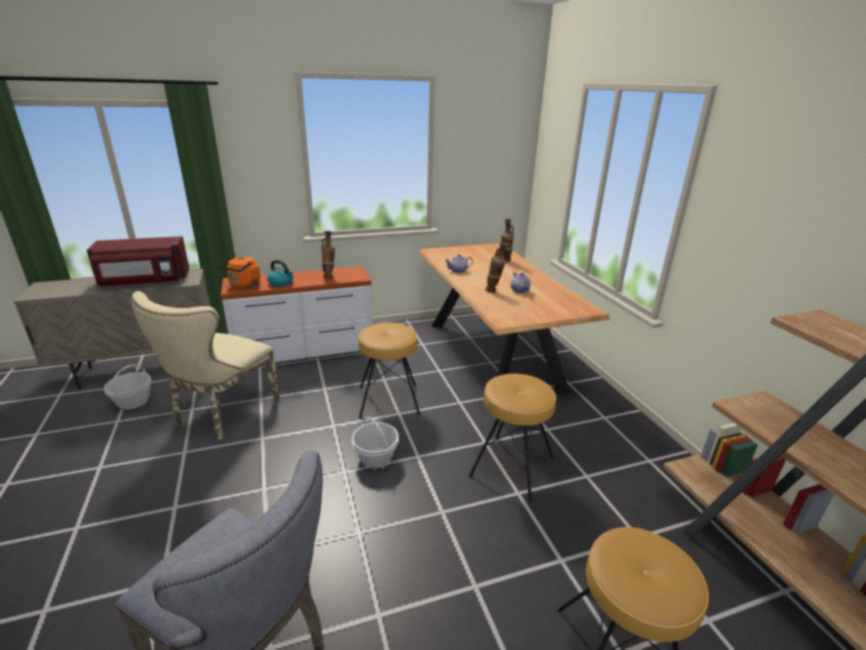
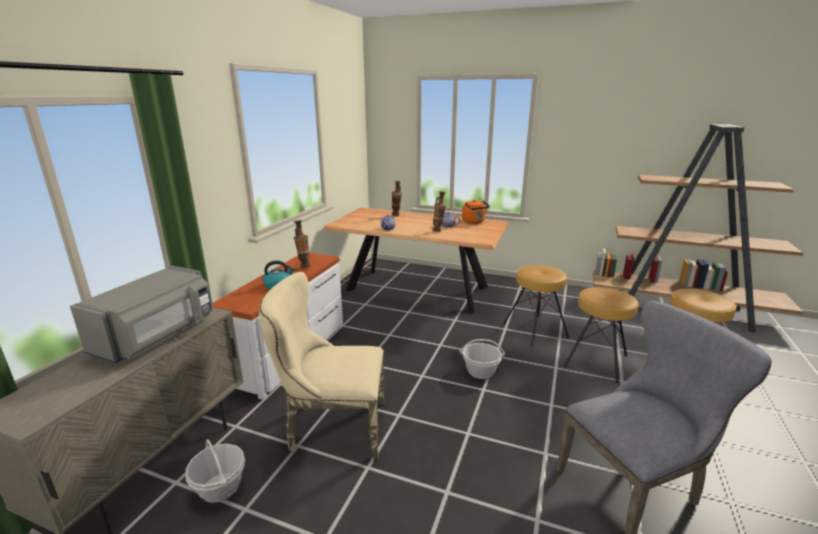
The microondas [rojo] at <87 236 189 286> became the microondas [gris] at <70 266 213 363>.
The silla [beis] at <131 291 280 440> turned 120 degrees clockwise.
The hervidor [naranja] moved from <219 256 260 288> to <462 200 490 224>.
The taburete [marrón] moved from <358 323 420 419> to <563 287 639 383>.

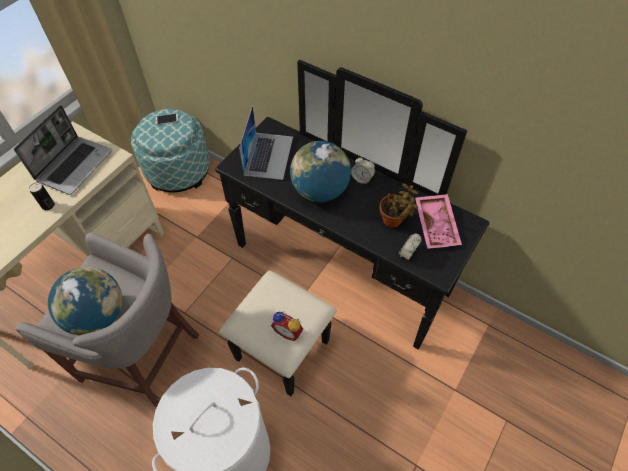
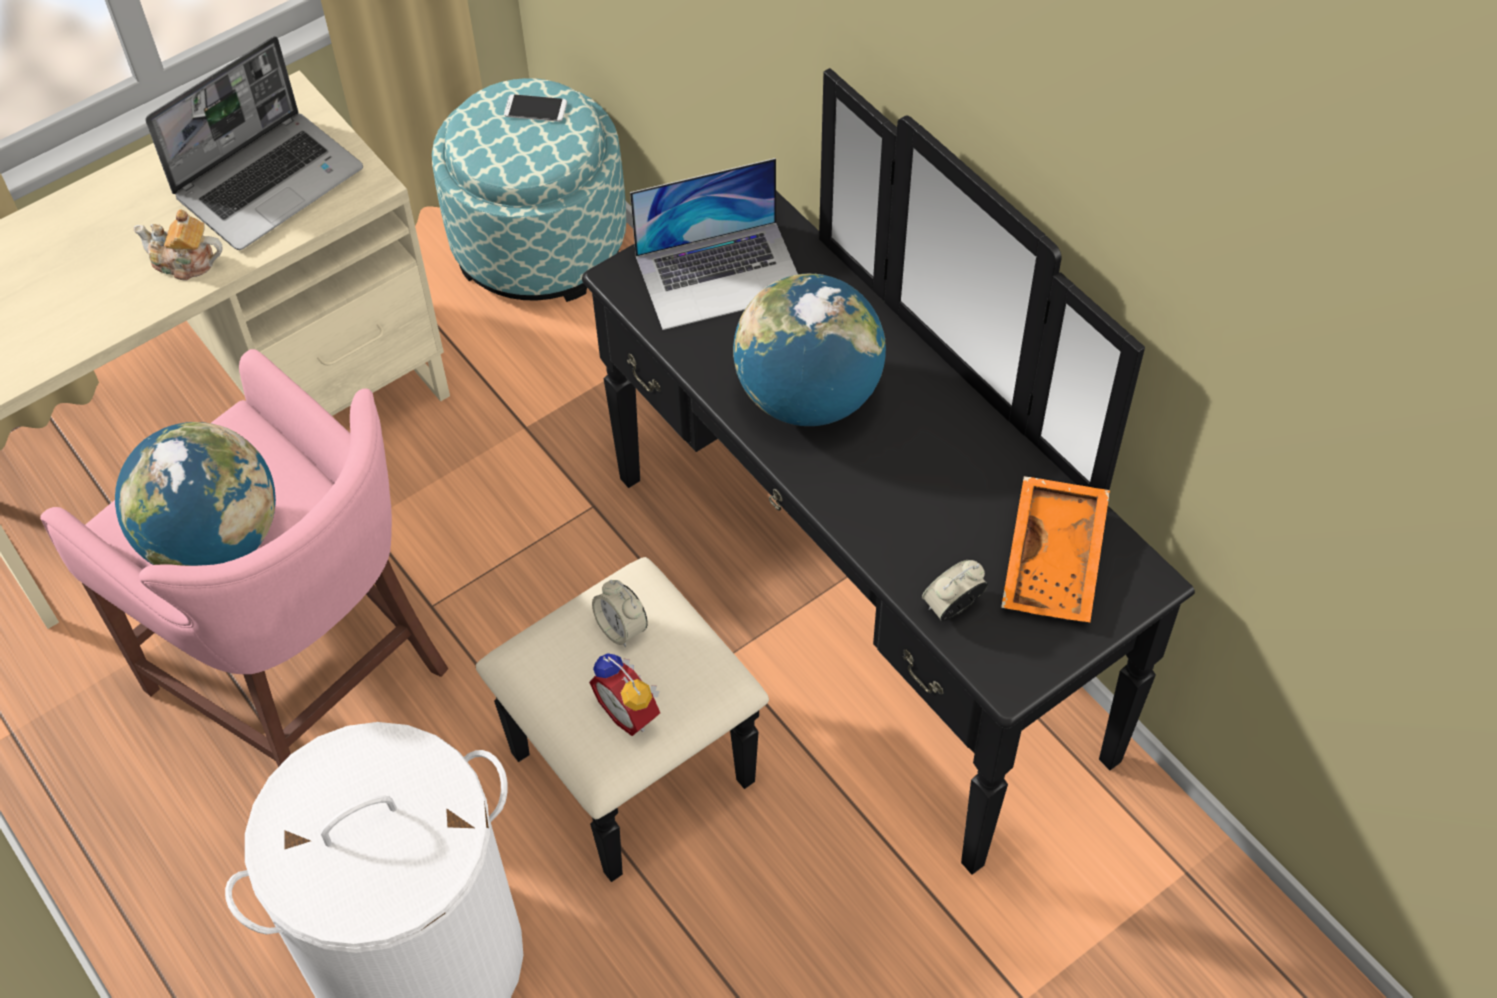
The taburete [gris] at <16 232 199 408> became the taburete [rosa] at <40 349 448 767>.
The lata at <29 182 55 210> was replaced by the tetera at <133 209 223 281>.
The portátil at <239 106 293 180> turned 45 degrees clockwise.
The despertador moved from <351 156 375 184> to <592 580 648 647>.
The planta en maceta at <380 183 418 228> disappeared.
The bandeja [rosa] at <415 194 462 249> became the bandeja [naranja] at <1001 476 1110 622>.

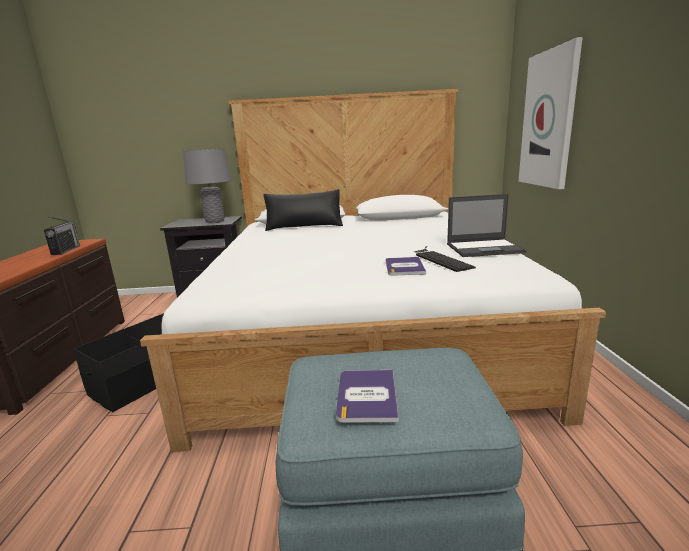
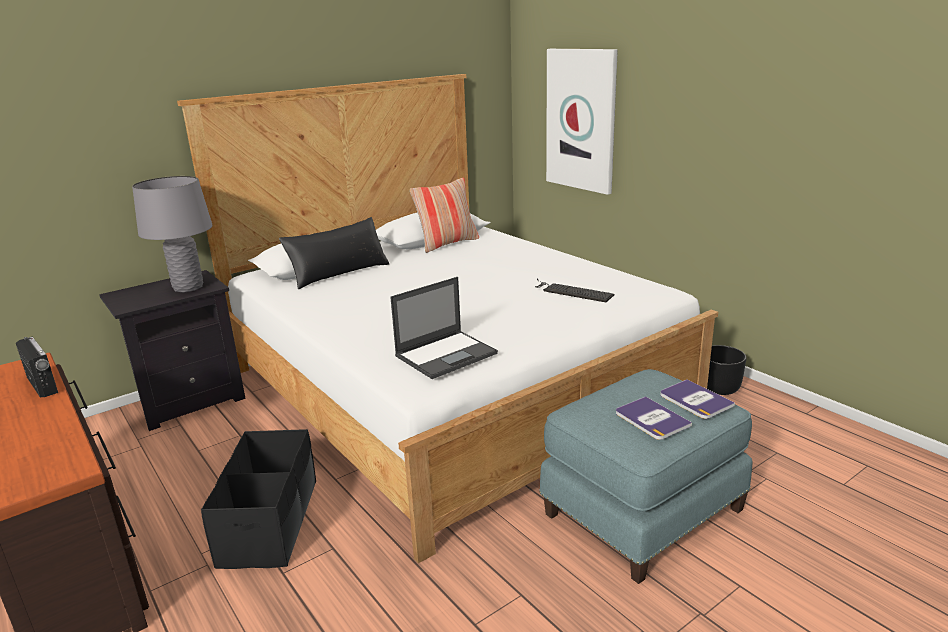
The libro moved from <386 257 426 276> to <660 379 735 419>.
The portátil moved from <447 194 527 257> to <390 277 498 379>.
The cojín at <410 178 479 253> appeared.
The maceta [negro] at <707 345 747 395> appeared.

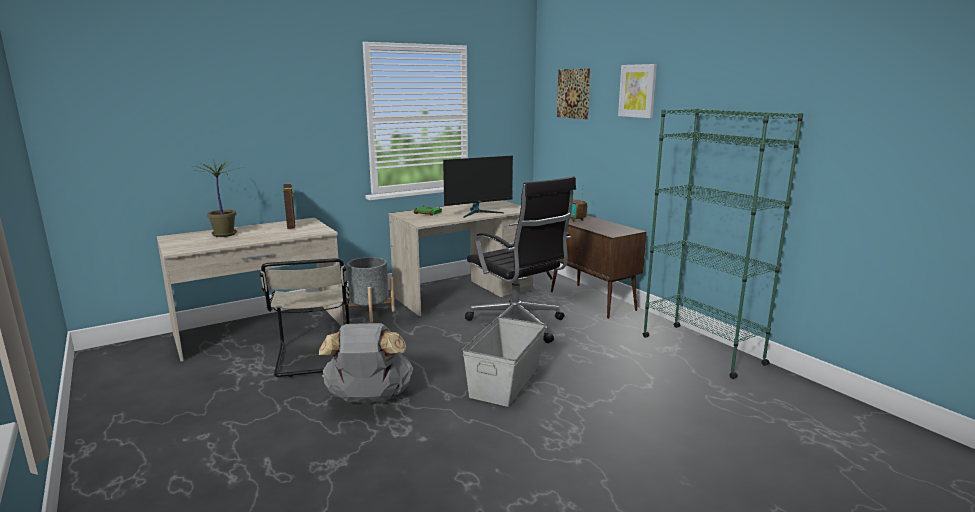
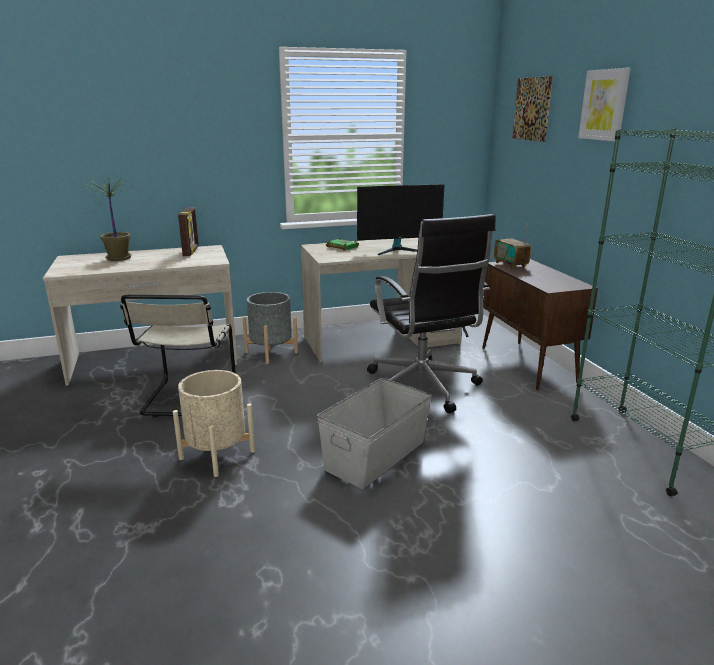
The mochila [gris] at <319 323 413 403> was replaced by the maceta [beis] at <173 370 255 477>.

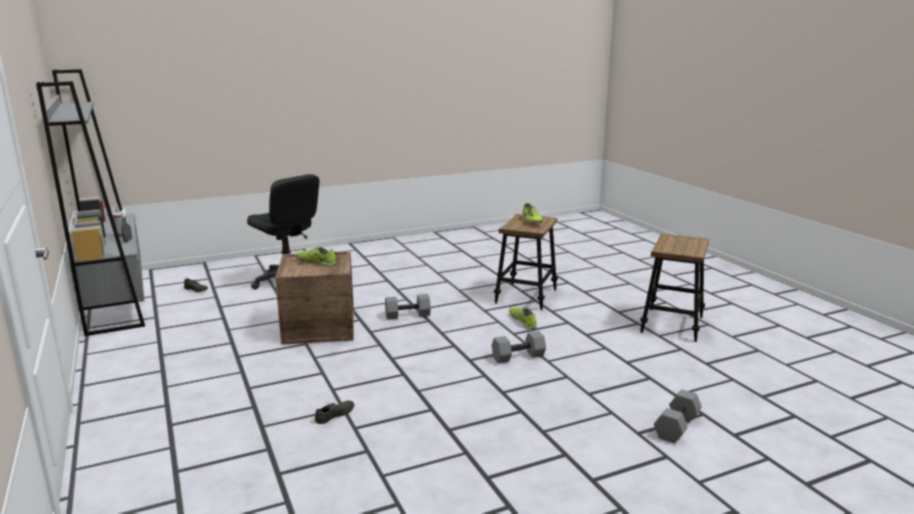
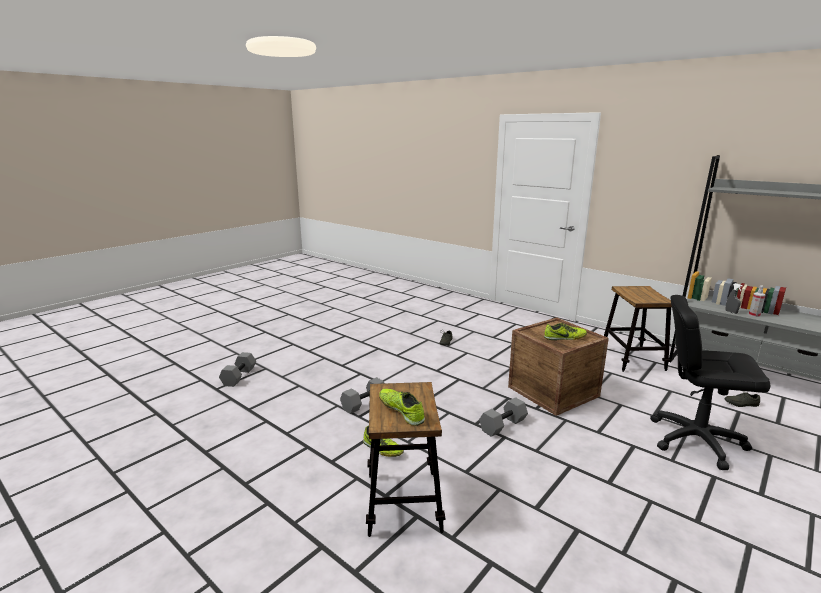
The taburete moved from <640 234 709 342> to <604 286 672 372>.

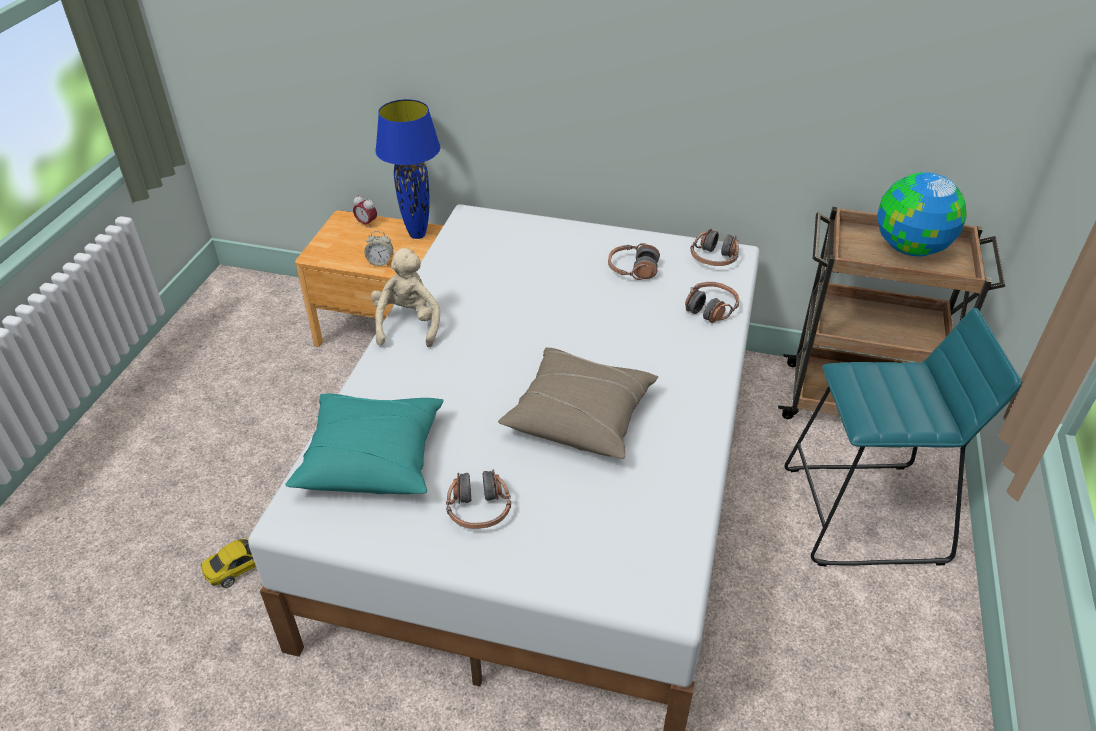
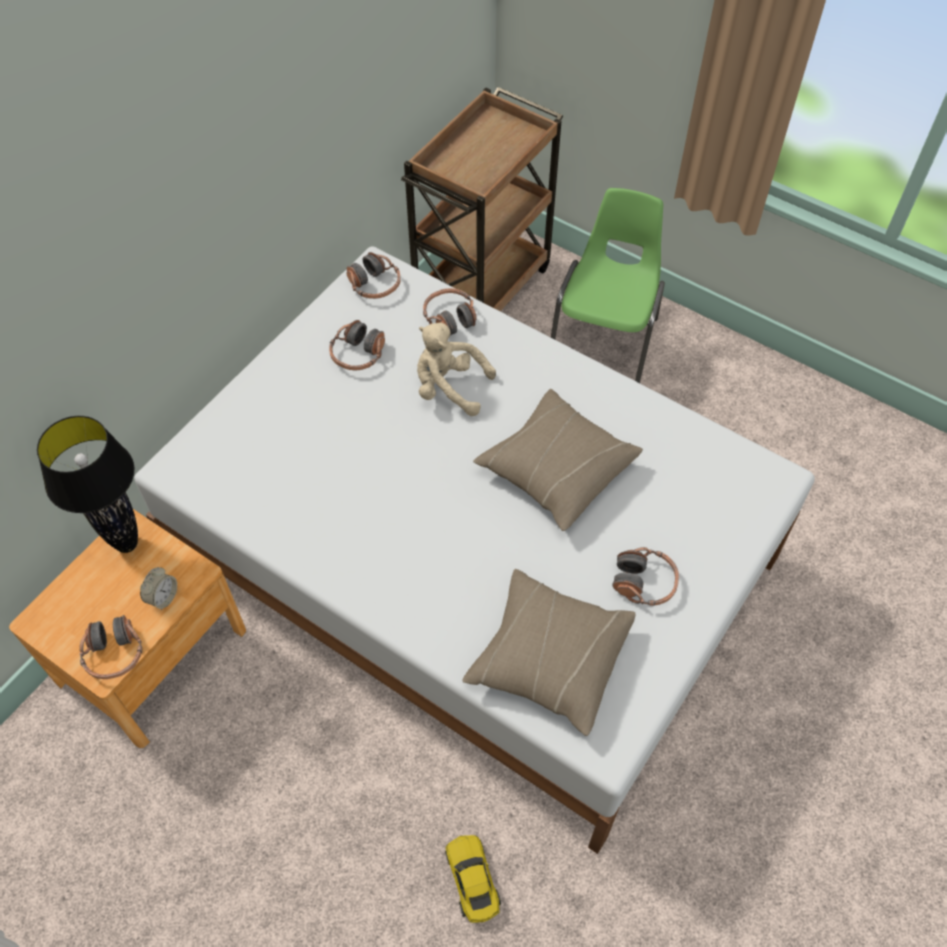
The cojín [turquesa] at <285 393 444 494> became the cojín [beis] at <462 569 636 736>.
The despertador at <353 194 377 228> disappeared.
The peluche [beis] moved from <371 248 440 347> to <417 323 496 416>.
The lámpara de mesa [azul] at <375 99 440 239> became the lámpara de mesa [negro] at <37 416 138 553>.
The taburete [turquesa] at <784 308 1022 567> was replaced by the silla [verde] at <551 188 665 383>.
The globo terráqueo at <877 172 967 256> disappeared.
The auriculares at <79 615 142 679> appeared.

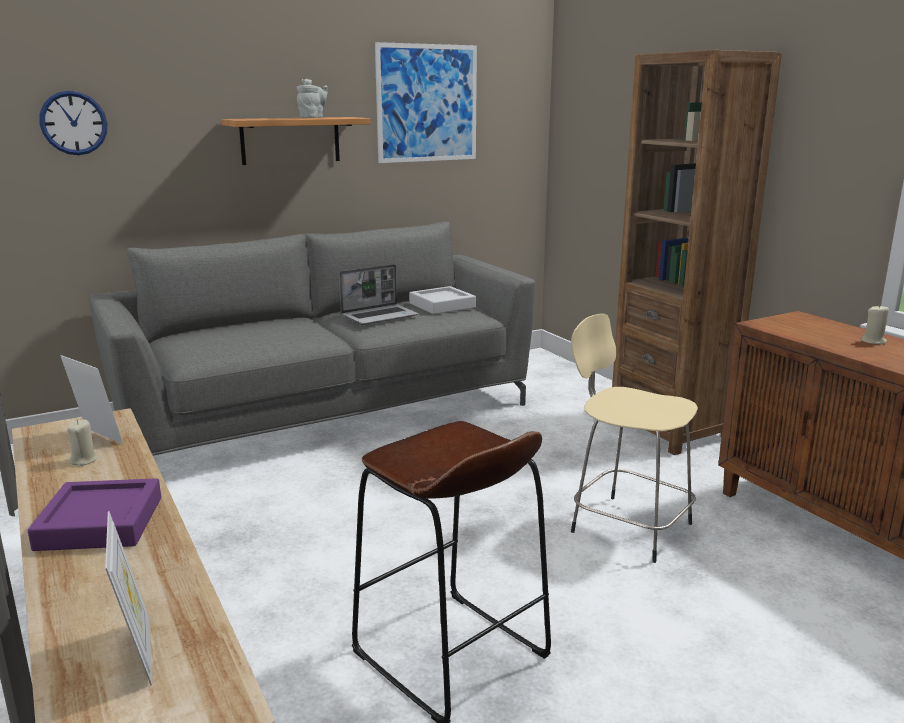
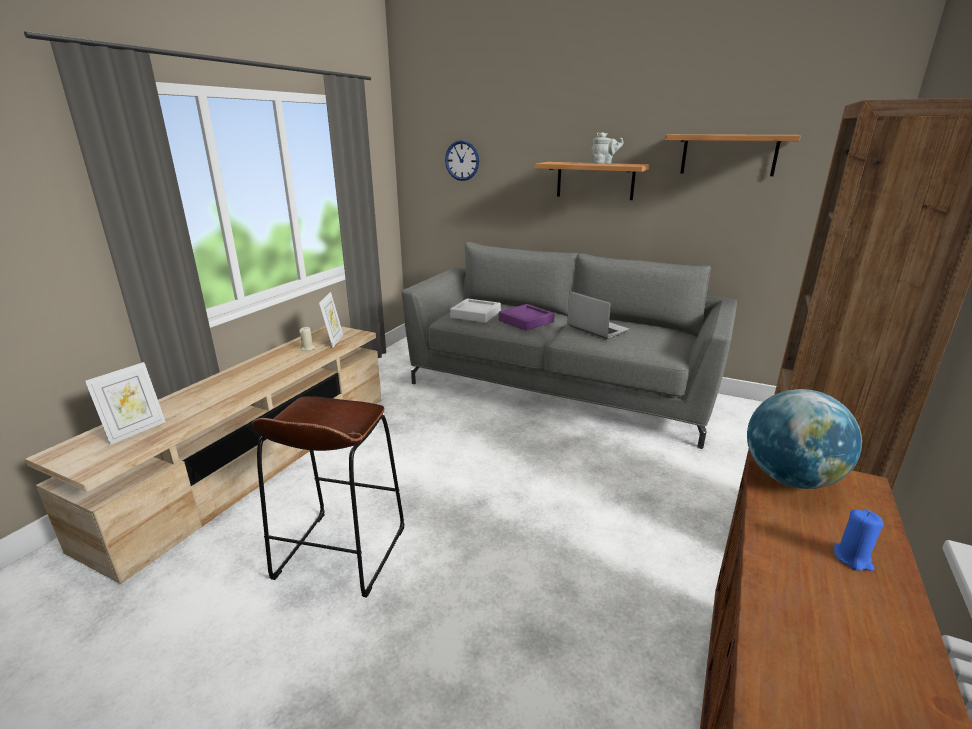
The bandeja [morado] moved from <28 478 161 551> to <499 304 555 331>.
The portátil at <339 264 418 325> turned 150 degrees counterclockwise.
The cuadro at <375 42 477 163> was replaced by the estante at <665 134 801 176>.
The bandeja [gris] moved from <409 286 476 314> to <450 298 501 323>.
The taburete [beis] at <571 314 698 563> disappeared.
The vela [beis] at <861 305 889 345> became the vela [azul] at <834 509 884 571>.
The globo terráqueo at <747 389 862 489> appeared.

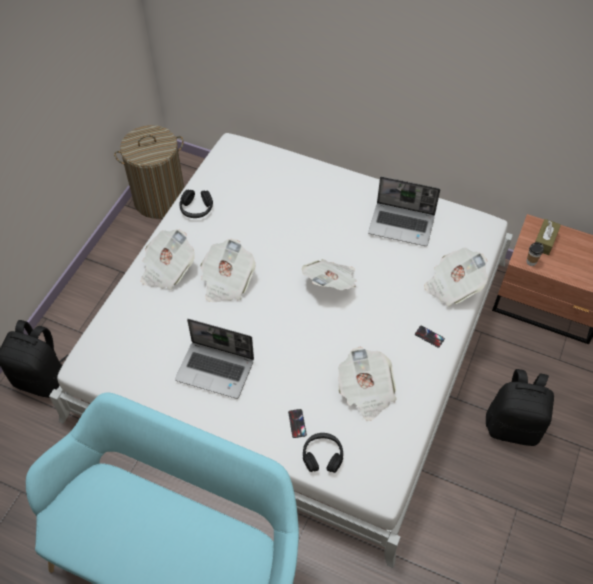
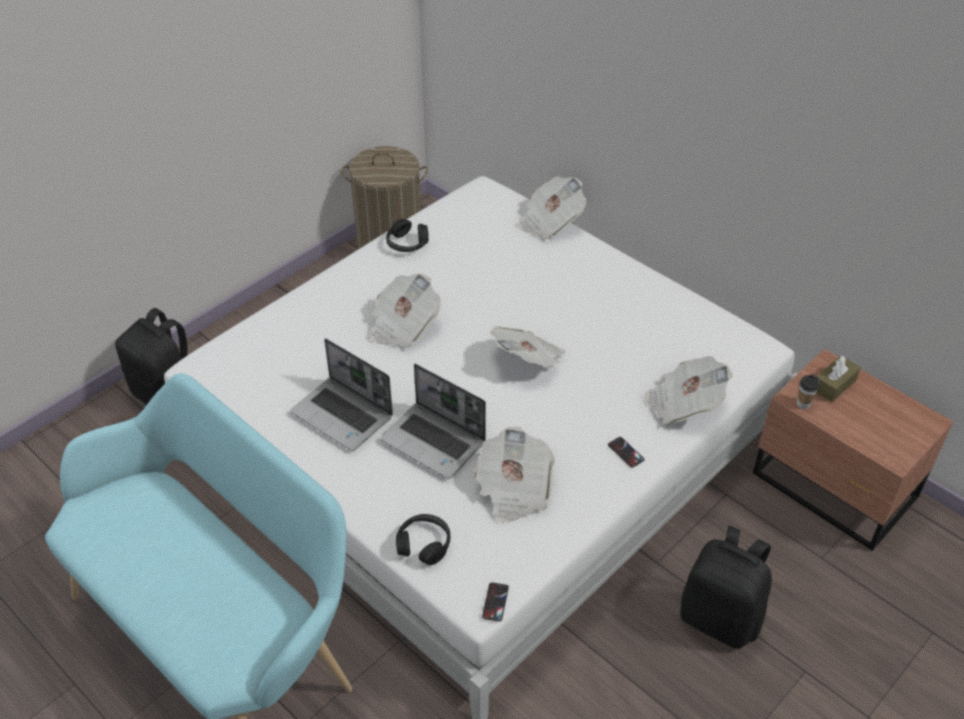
The periódico moved from <141 229 195 290> to <518 176 586 239>.
The móvil moved from <288 409 307 438> to <482 582 509 622>.
The portátil moved from <368 176 440 246> to <380 364 486 479>.

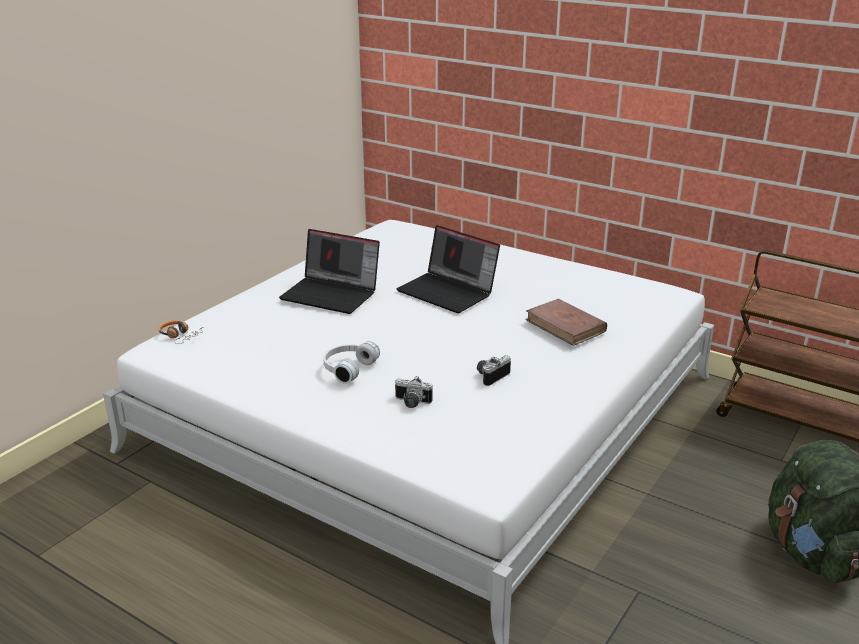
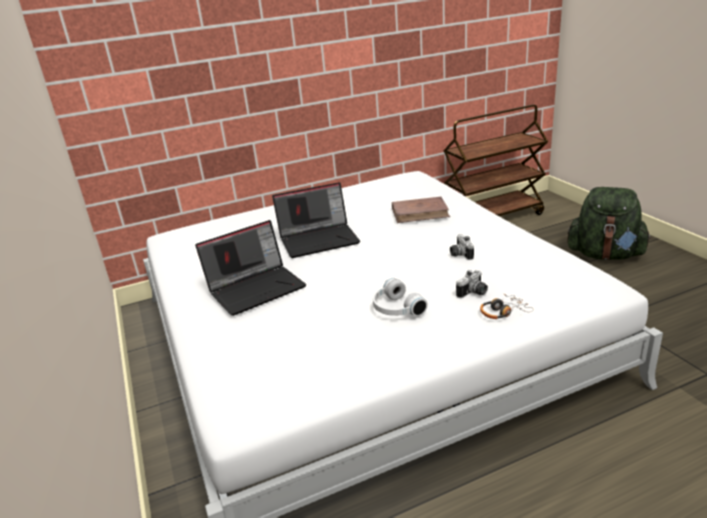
The auriculares moved from <159 321 204 344> to <480 294 534 319>.

